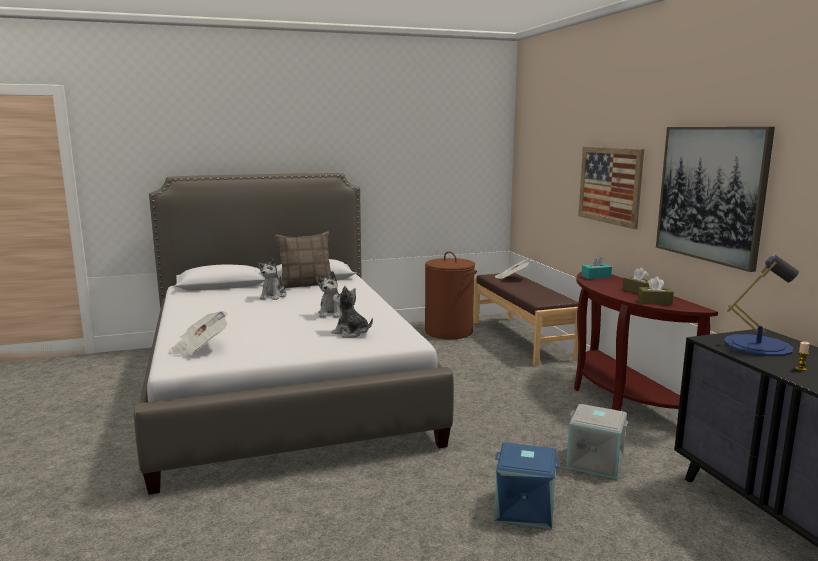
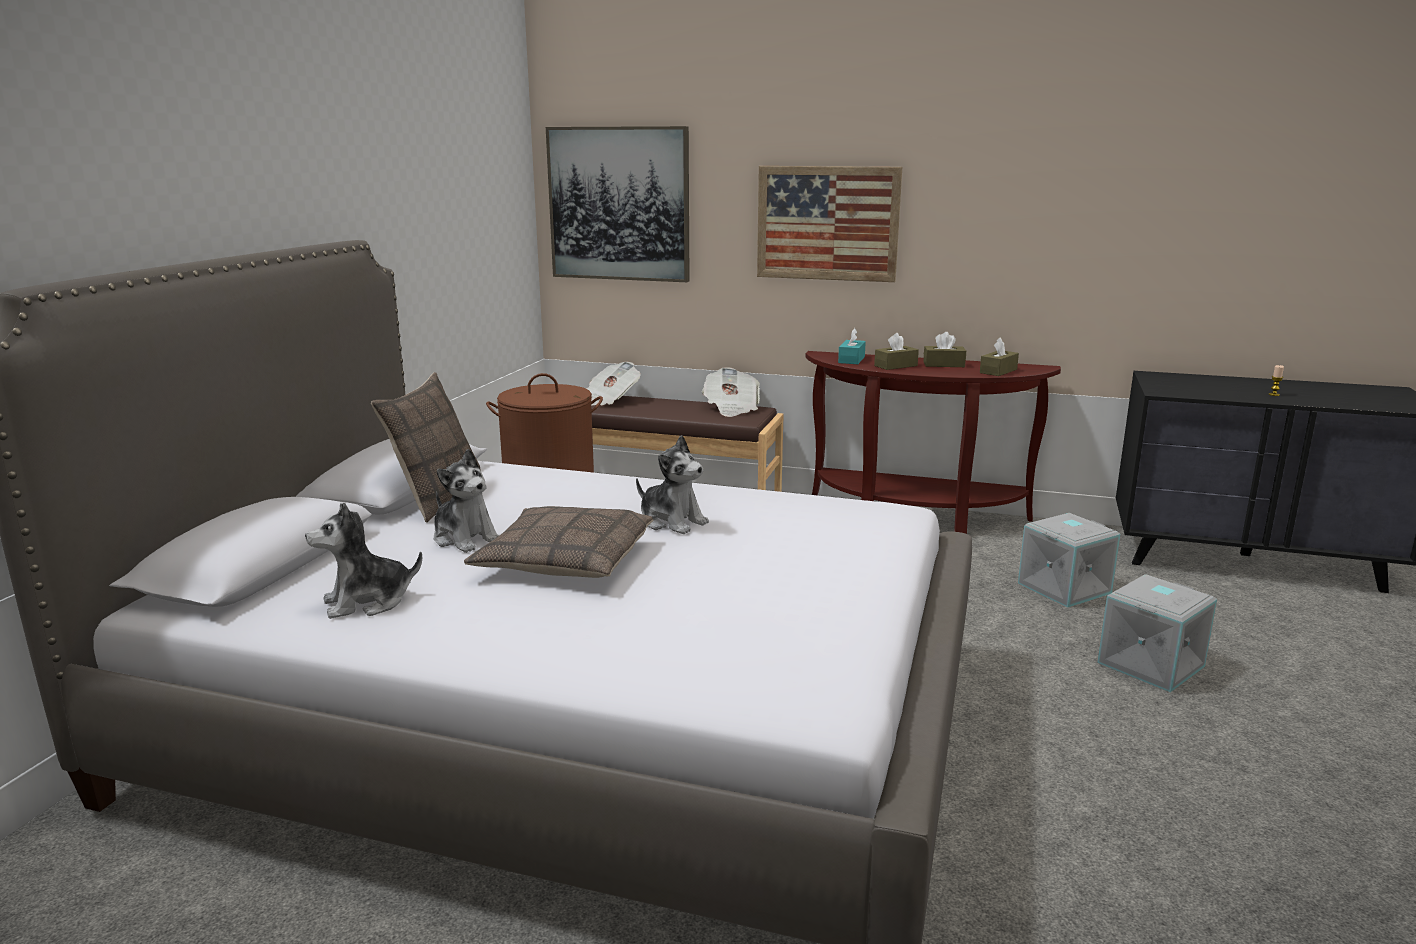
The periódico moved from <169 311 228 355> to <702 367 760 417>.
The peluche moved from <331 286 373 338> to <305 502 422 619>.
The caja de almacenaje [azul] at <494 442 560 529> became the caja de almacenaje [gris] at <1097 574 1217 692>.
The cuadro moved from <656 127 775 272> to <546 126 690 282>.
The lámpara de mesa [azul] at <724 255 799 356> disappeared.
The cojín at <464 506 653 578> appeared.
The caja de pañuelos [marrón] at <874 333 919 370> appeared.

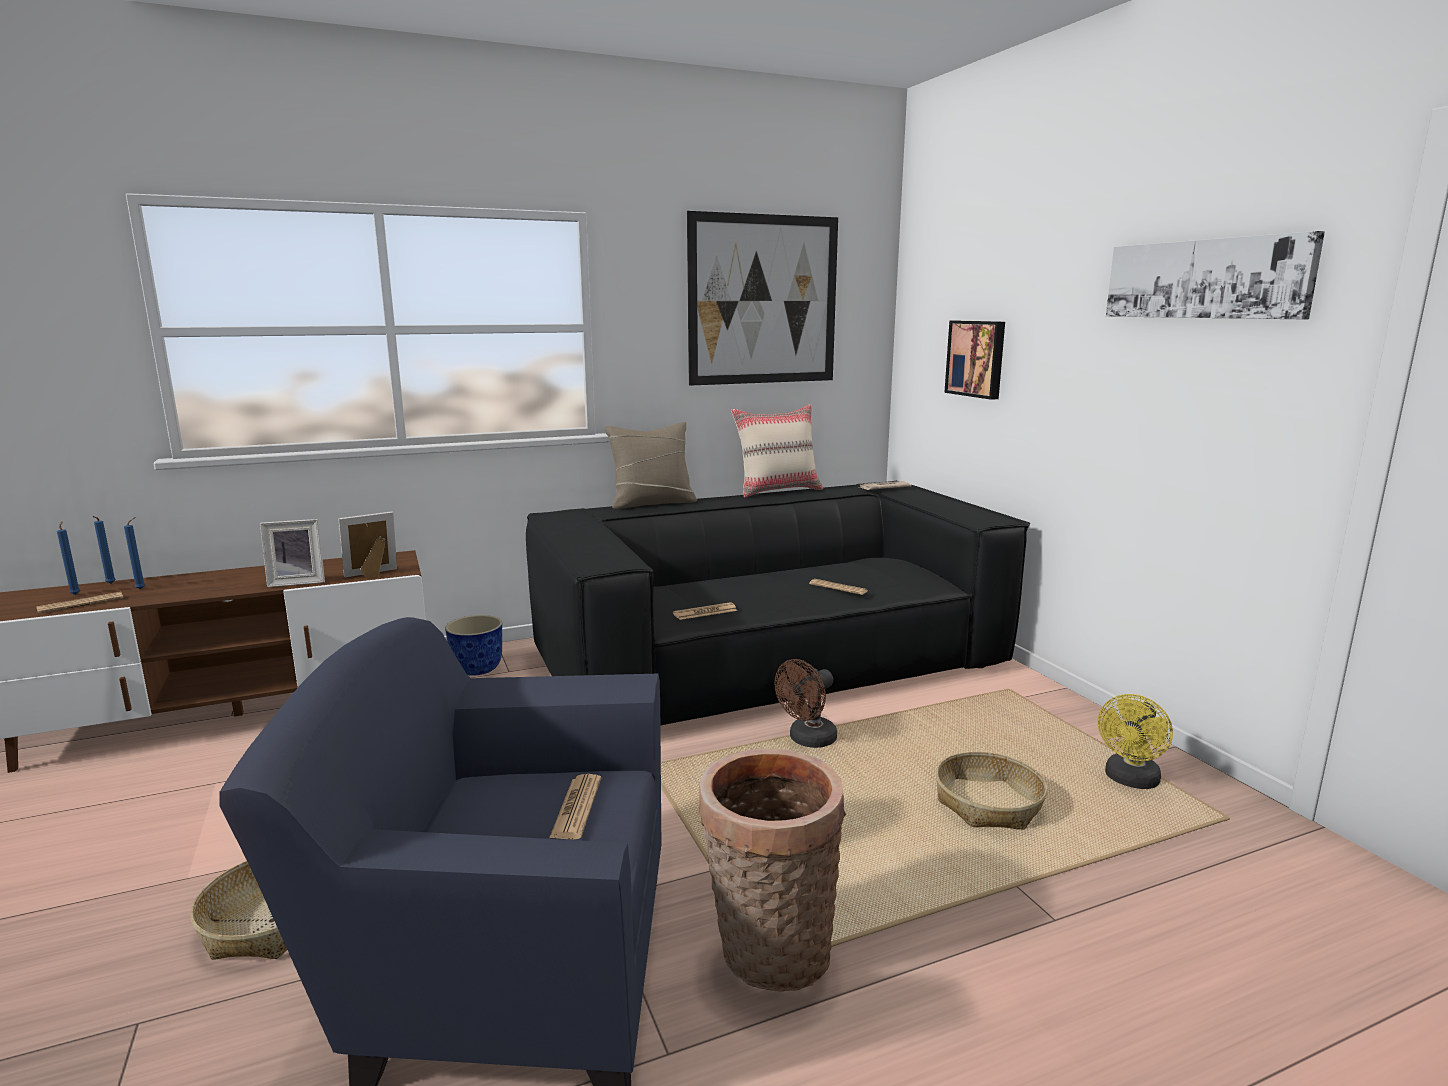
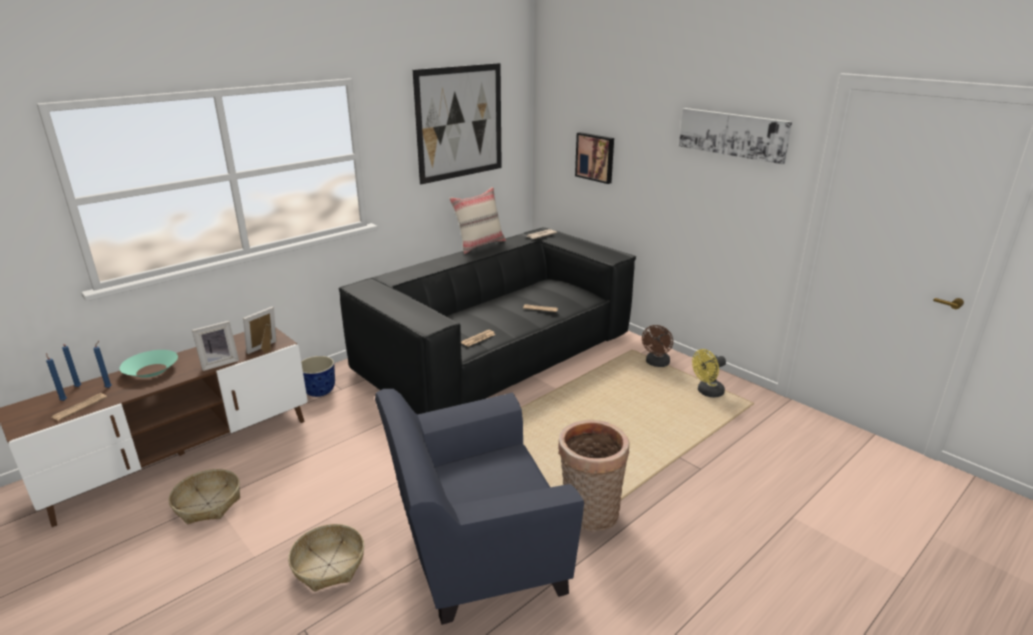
The periódico at <549 774 601 839> disappeared.
The cojín [beis] at <605 422 697 509> disappeared.
The ventilador [marrón] moved from <774 659 837 748> to <642 325 673 367>.
The cesta moved from <936 752 1047 830> to <168 469 240 524>.
The ventilador [amarillo] at <1098 694 1173 789> turned 45 degrees clockwise.
The cuenco [turquesa] at <119 350 178 378> appeared.

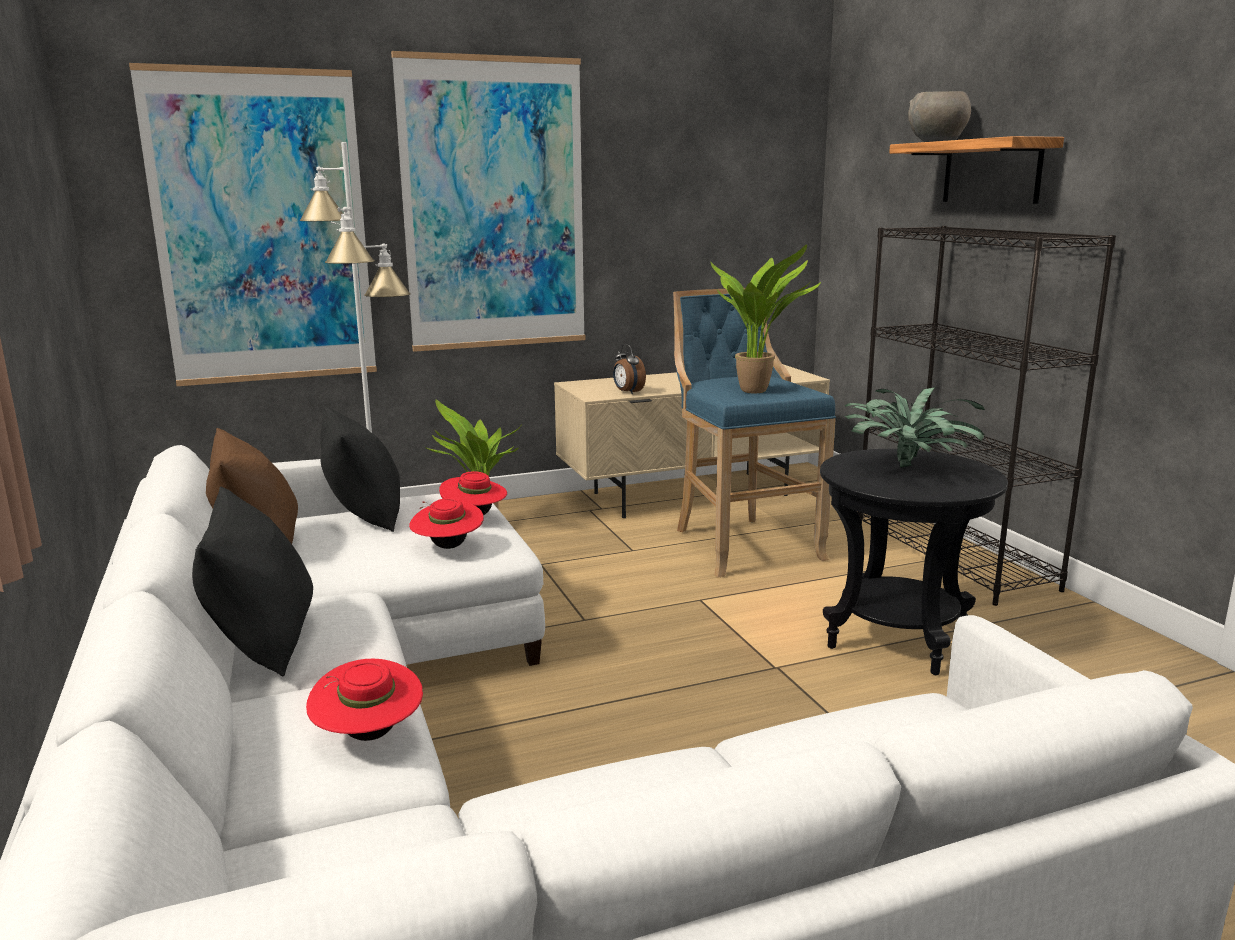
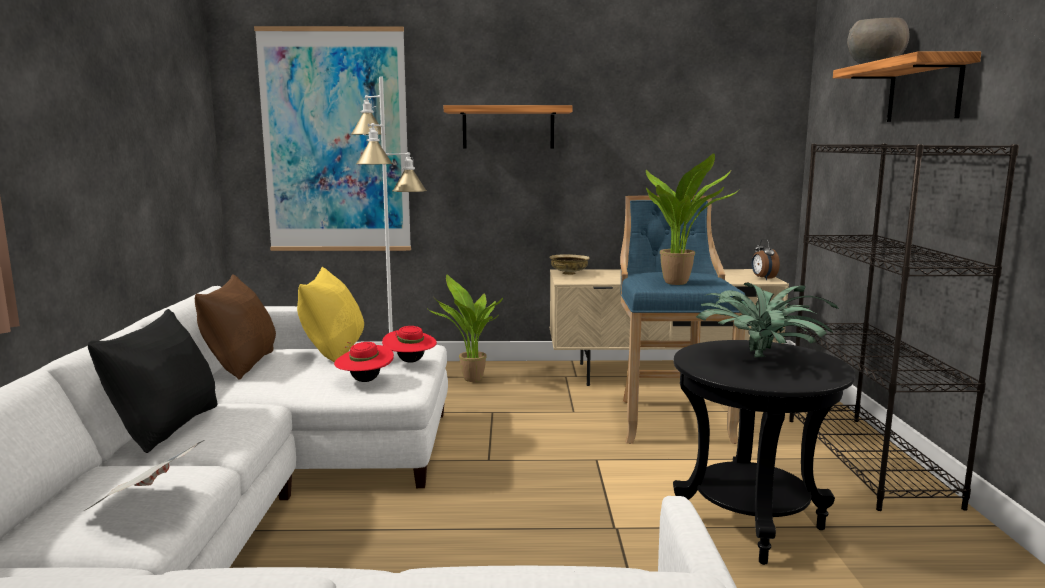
The sombrero [rojo] at <306 659 423 741> was replaced by the periódico at <84 440 205 511>.
The cojín [negro] at <320 406 400 532> became the cojín [amarillo] at <297 267 364 362>.
The cuadro at <391 51 586 352> was replaced by the estante at <444 105 573 148>.
The despertador moved from <613 344 646 394> to <752 239 780 280>.
The cuenco [beis] at <549 254 590 275> appeared.

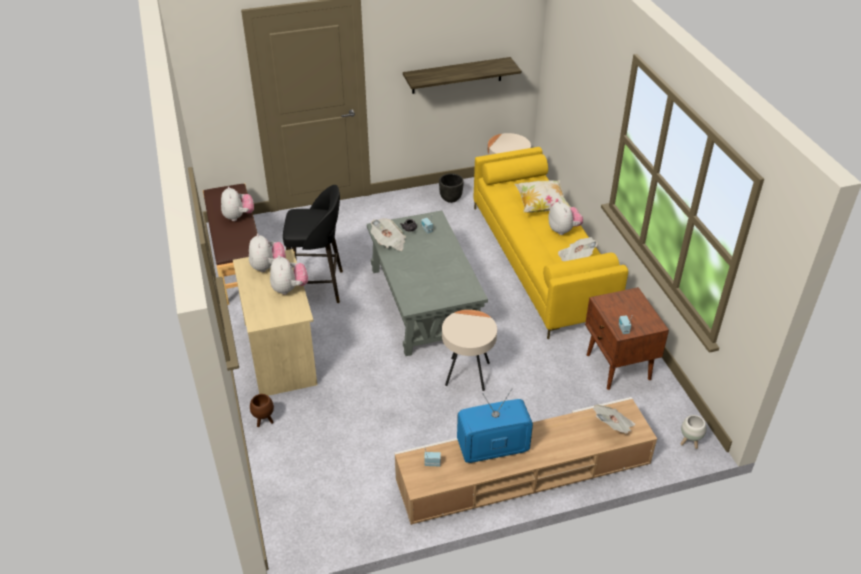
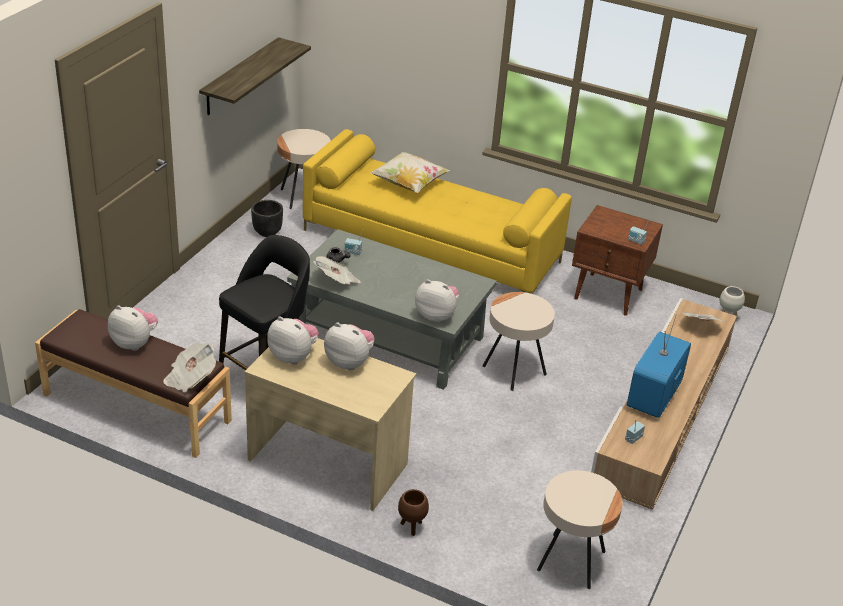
The peluche moved from <548 200 583 235> to <415 280 459 323>.
The periódico moved from <558 237 598 261> to <163 343 216 392>.
The mesa auxiliar [beis] at <537 470 623 589> appeared.

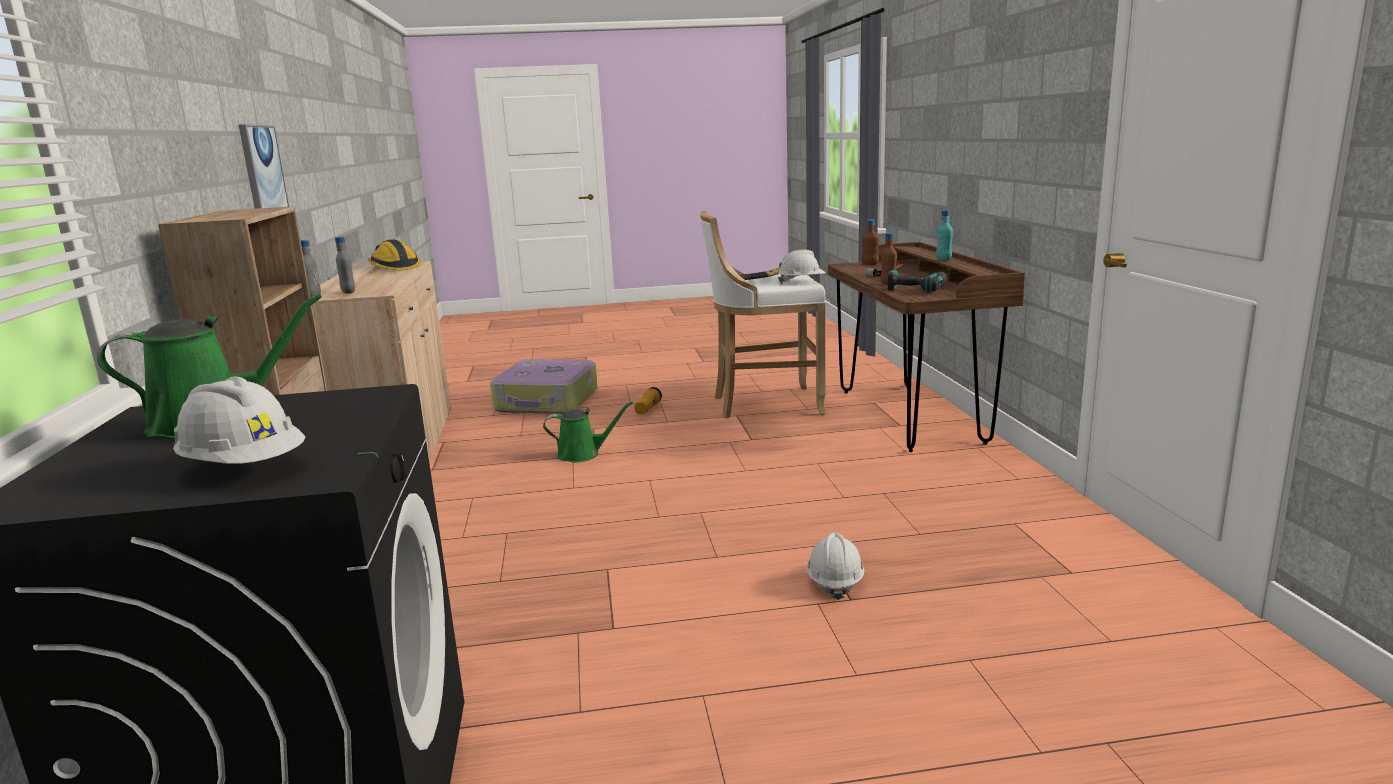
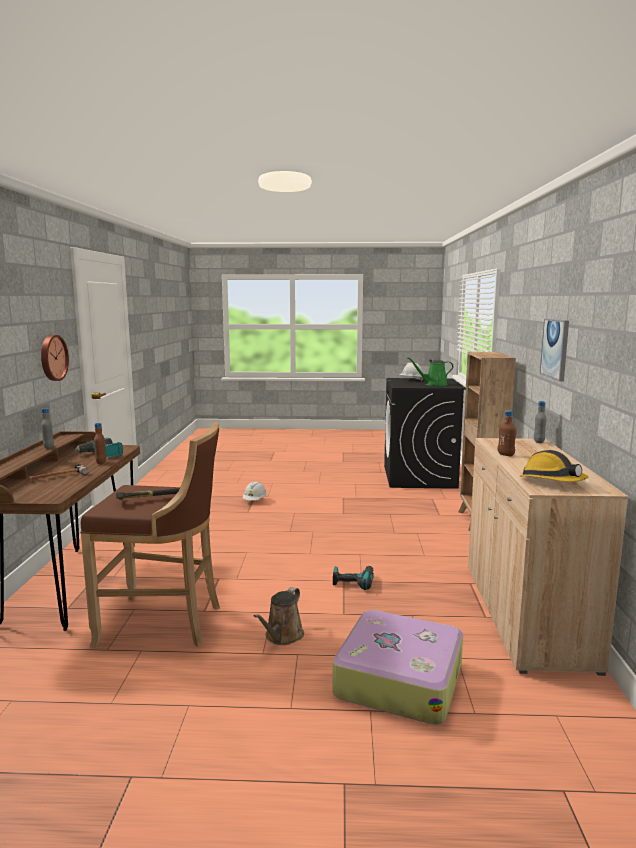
The botella [gris] moved from <335 236 355 294> to <41 408 54 449>.
The regadera [verde] at <543 402 633 462> was replaced by the taladro at <333 566 374 590>.
The linterna at <635 387 662 414> was replaced by the regadera [marrón] at <253 587 304 645>.
The taburete [blanco] at <700 211 827 418> became the taburete [marrón] at <80 422 220 648>.
The casco [blanco] at <778 250 826 284> disappeared.
The botella [marrón] moved from <862 220 879 265> to <498 411 517 456>.
The botella [turquesa] at <936 210 953 261> disappeared.
The reloj de pared at <41 335 69 381> appeared.

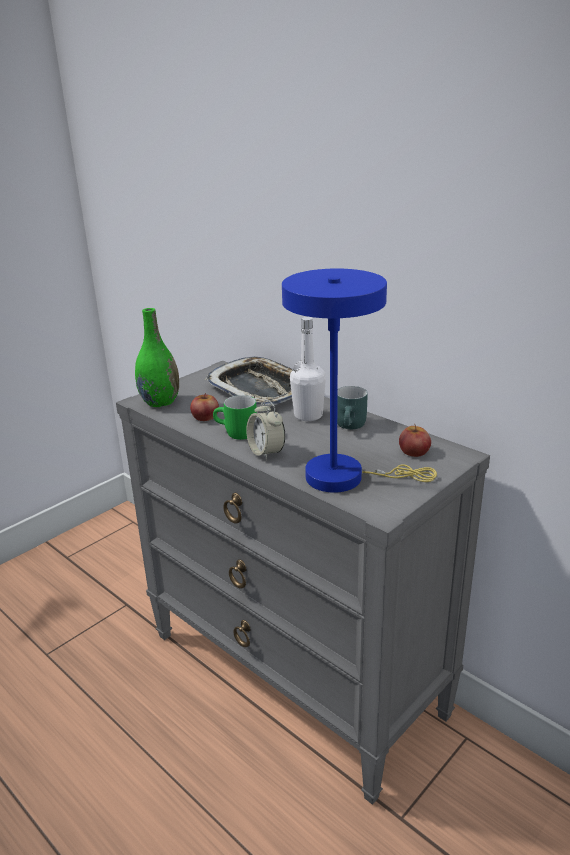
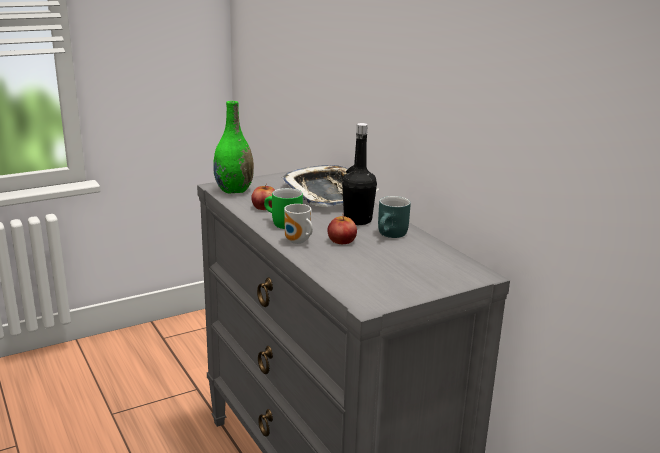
The despertador at <246 400 285 461> was replaced by the taza grande at <284 204 313 244>.
The lámpara de mesa [azul] at <282 269 437 493> disappeared.
The botella [blanco] at <290 317 326 421> became the botella [negro] at <342 123 377 225>.
The manzana moved from <399 425 431 457> to <327 216 357 244>.

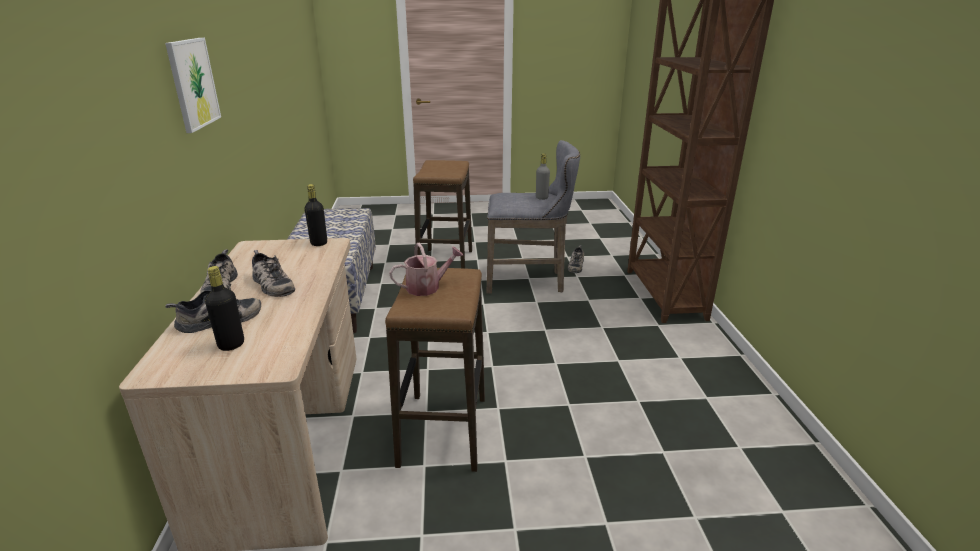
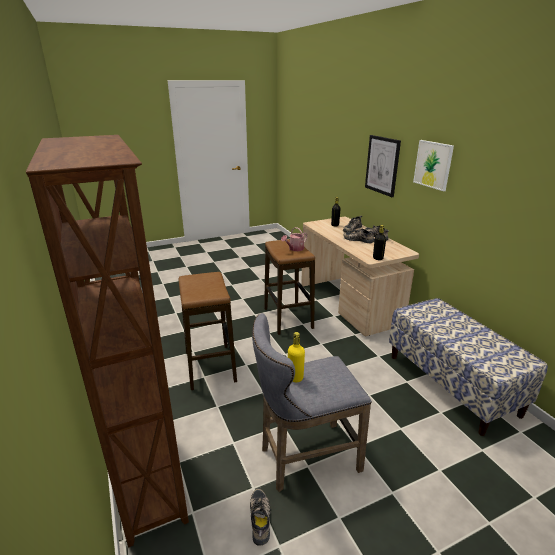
The taburete moved from <413 160 472 269> to <178 272 237 390>.
The botella [gris] at <536 154 550 200> became the botella [amarillo] at <288 332 305 382>.
The cuadro at <365 135 401 197> appeared.

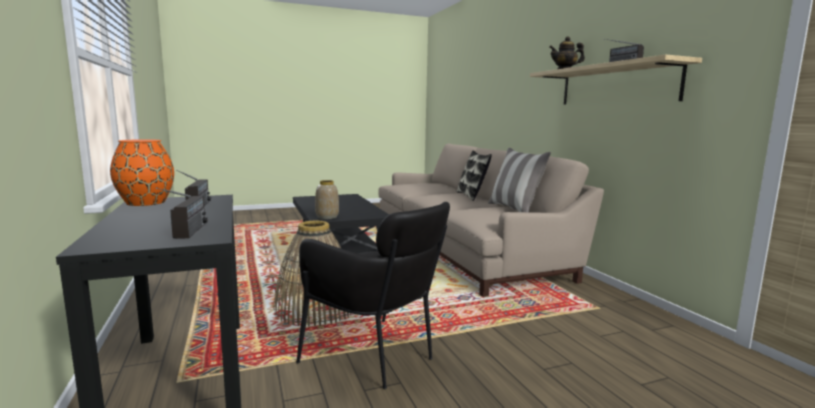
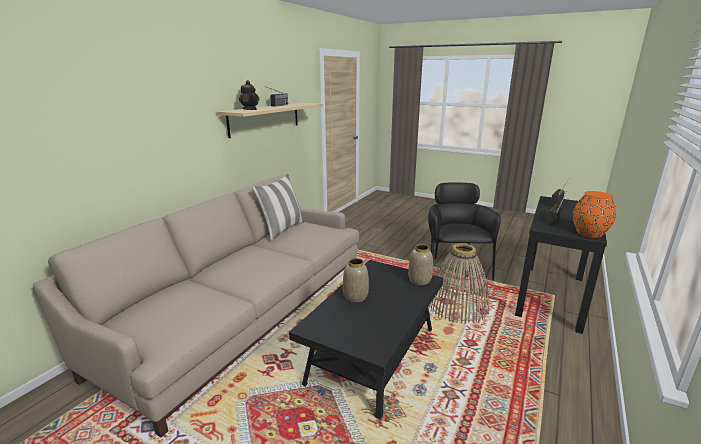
The cojín at <457 150 492 201> disappeared.
The florero at <343 258 369 303> appeared.

